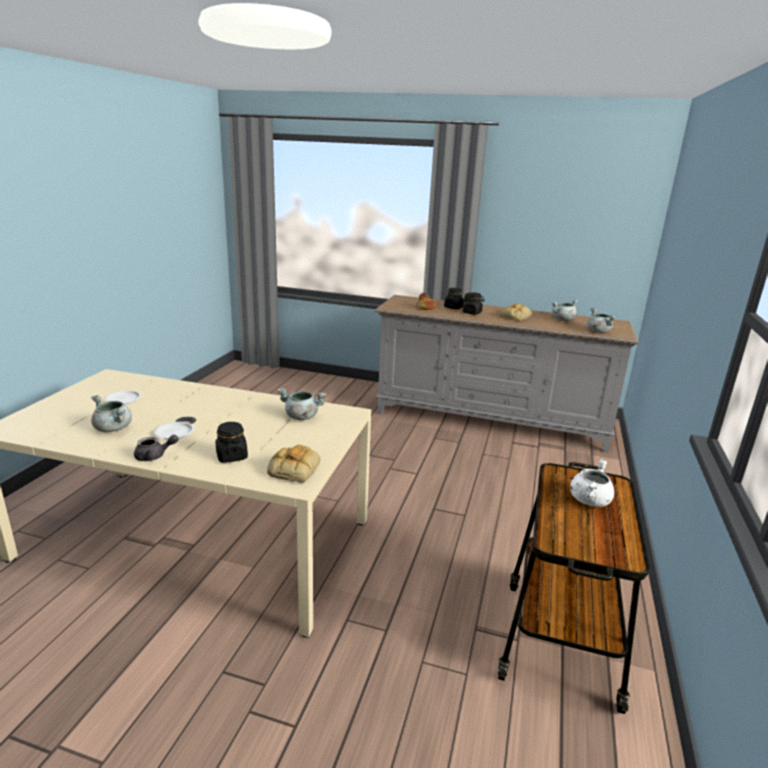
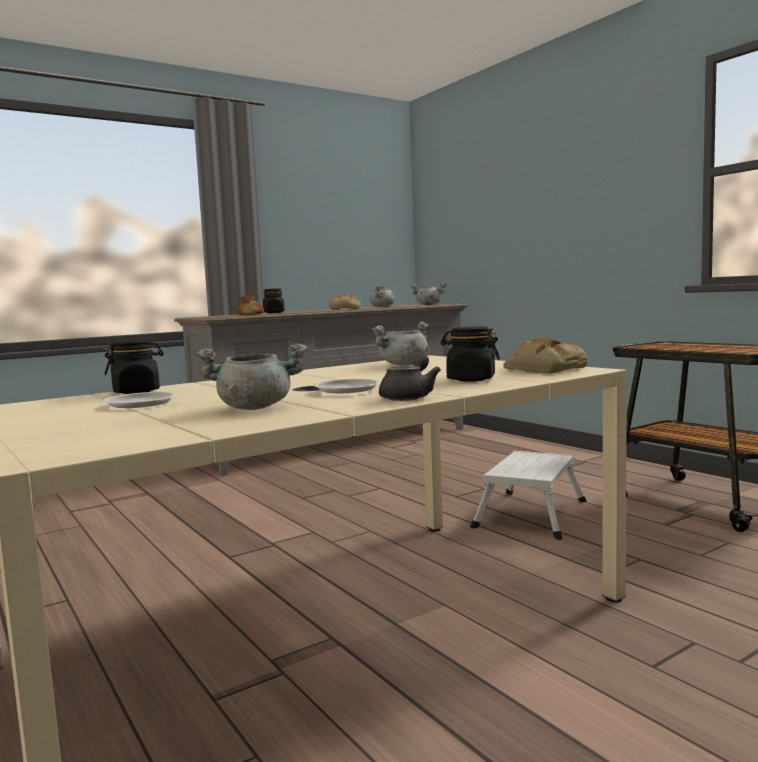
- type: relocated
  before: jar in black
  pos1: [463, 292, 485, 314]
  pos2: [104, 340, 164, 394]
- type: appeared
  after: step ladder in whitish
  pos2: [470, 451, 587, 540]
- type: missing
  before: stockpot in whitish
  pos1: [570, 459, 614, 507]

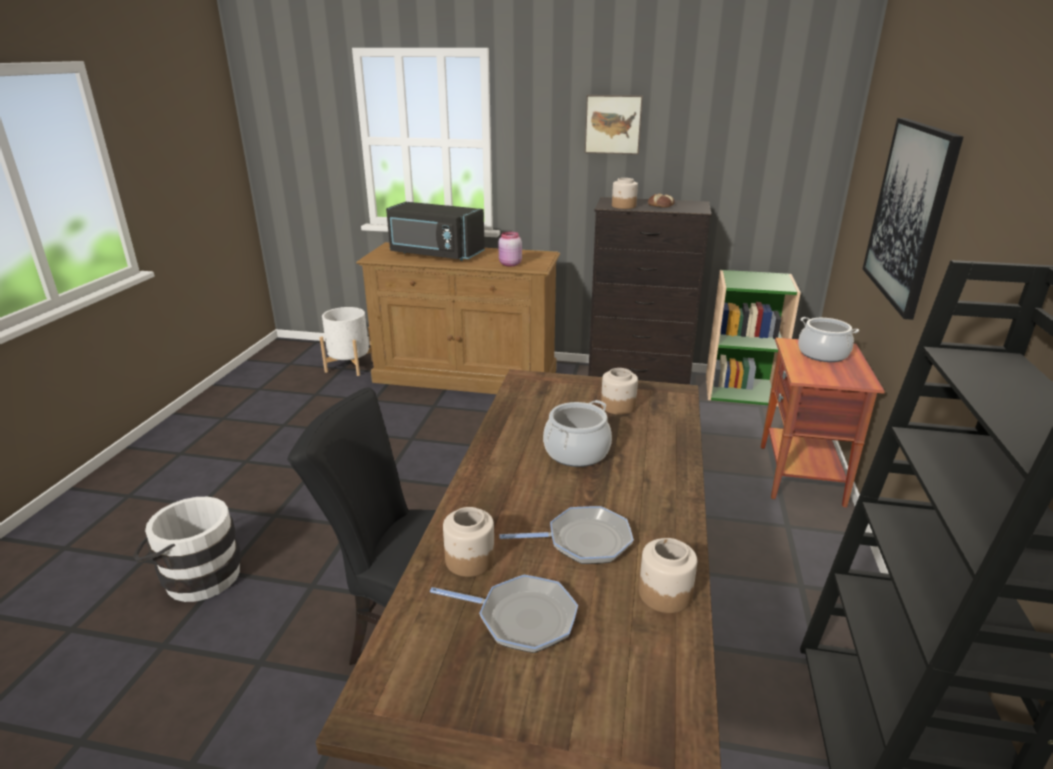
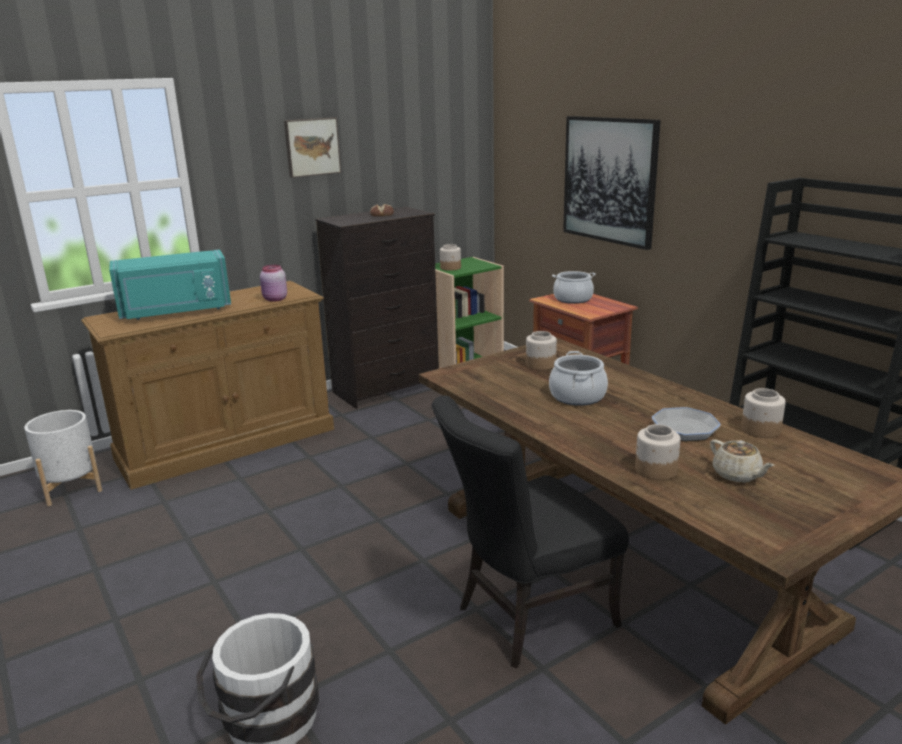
- type: colour
  before: microwave in black
  after: microwave in blue-green
  pos1: [386, 202, 485, 261]
  pos2: [109, 250, 231, 320]
- type: relocated
  before: jar
  pos1: [612, 178, 638, 209]
  pos2: [440, 244, 461, 271]
- type: exchanged
  before: pan
  after: tea pot in sand-coloured
  pos1: [430, 575, 578, 653]
  pos2: [710, 440, 775, 483]

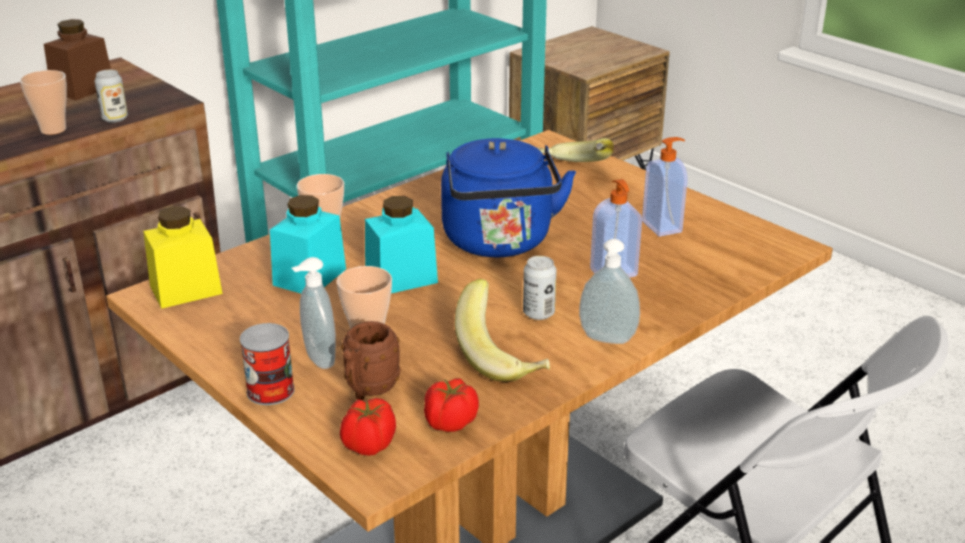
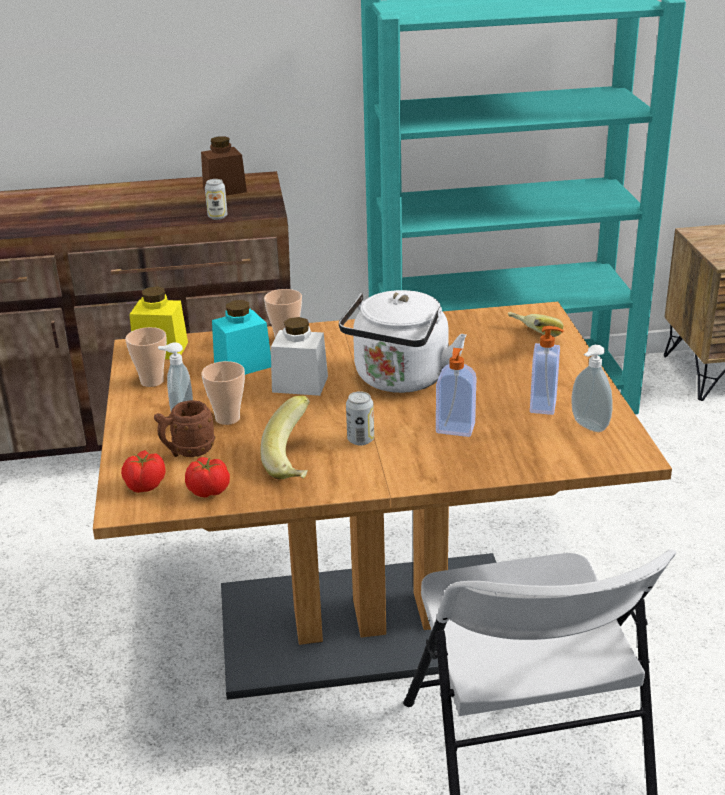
- type: relocated
  before: cup
  pos1: [20, 70, 67, 135]
  pos2: [125, 327, 167, 387]
- type: colour
  before: jar in blue-green
  after: jar in whitish
  pos1: [365, 196, 438, 293]
  pos2: [271, 317, 328, 396]
- type: colour
  before: kettle in blue
  after: kettle in whitish
  pos1: [441, 138, 576, 257]
  pos2: [339, 290, 467, 393]
- type: relocated
  before: soap bottle
  pos1: [579, 239, 640, 344]
  pos2: [571, 345, 613, 432]
- type: missing
  before: can
  pos1: [240, 323, 295, 405]

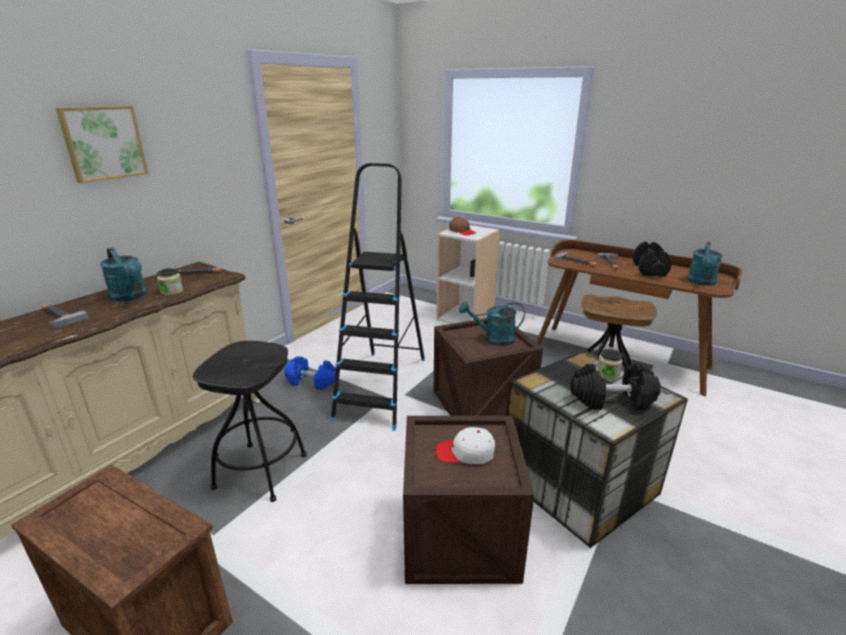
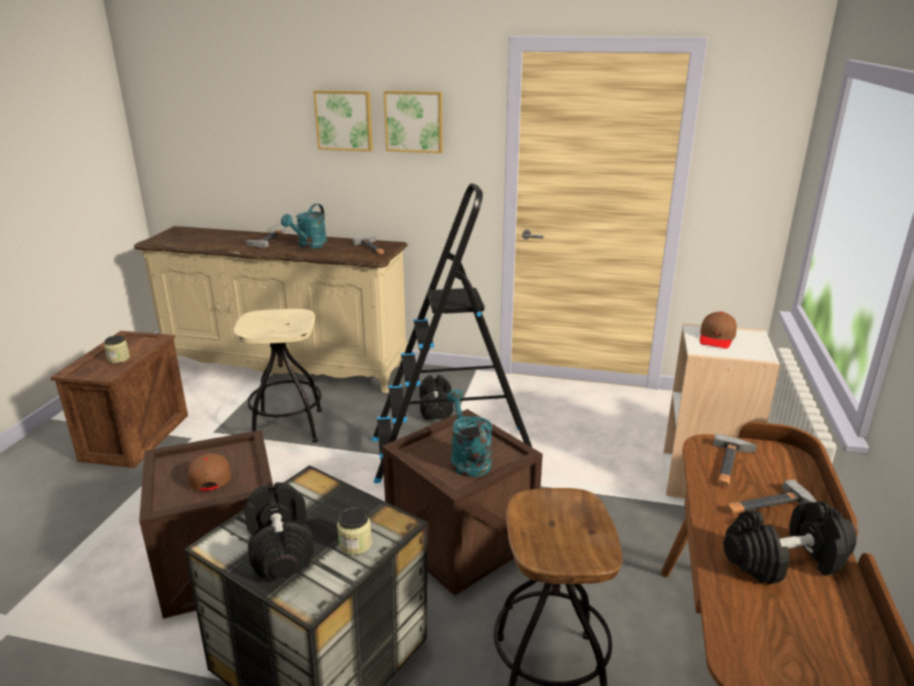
- type: relocated
  before: jar
  pos1: [157, 268, 183, 296]
  pos2: [104, 335, 130, 363]
- type: colour
  before: peaked cap in whitish
  after: peaked cap in brownish
  pos1: [436, 427, 495, 464]
  pos2: [188, 453, 231, 491]
- type: colour
  before: stool in black
  after: stool in sand-coloured
  pos1: [193, 341, 307, 502]
  pos2: [234, 309, 322, 443]
- type: appeared
  after: picture
  pos2: [384, 91, 443, 153]
- type: colour
  before: hand weight in blue
  after: hand weight in black
  pos1: [284, 356, 336, 390]
  pos2: [419, 375, 453, 419]
- type: missing
  before: sprinkling can in blue-green
  pos1: [687, 242, 723, 286]

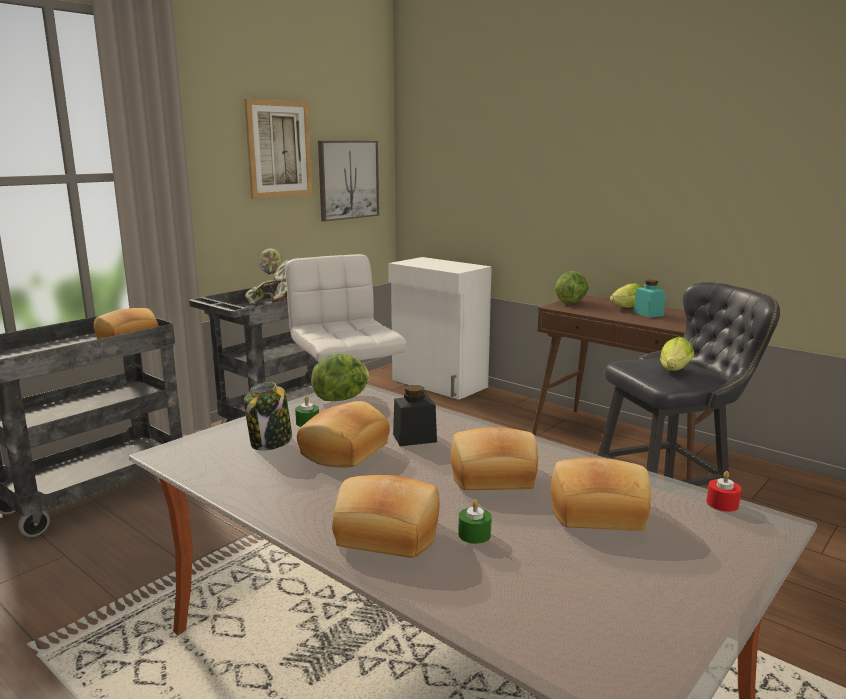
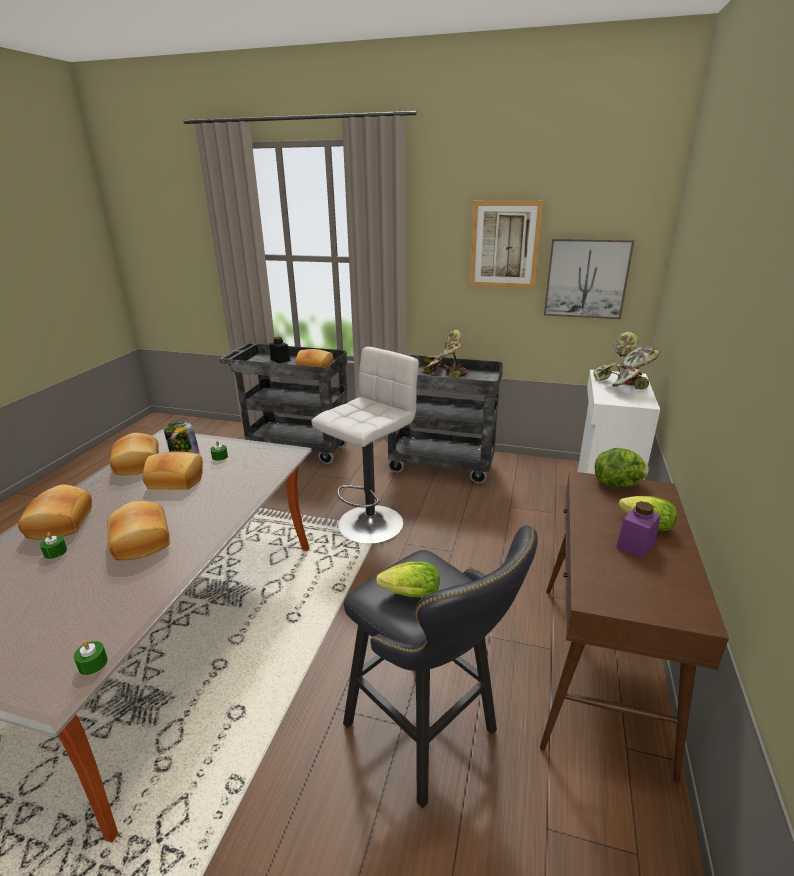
- type: colour
  before: wax candle in reddish
  after: wax candle in green
  pos1: [706, 471, 741, 512]
  pos2: [74, 641, 108, 675]
- type: relocated
  before: bakery bread
  pos1: [551, 457, 651, 531]
  pos2: [110, 433, 159, 475]
- type: relocated
  before: jar in black
  pos1: [393, 385, 437, 446]
  pos2: [269, 337, 290, 363]
- type: appeared
  after: houseplant
  pos2: [593, 332, 661, 389]
- type: colour
  before: jar in blue-green
  after: jar in purple-coloured
  pos1: [633, 280, 665, 318]
  pos2: [616, 501, 661, 559]
- type: missing
  before: lettuce head
  pos1: [311, 354, 369, 401]

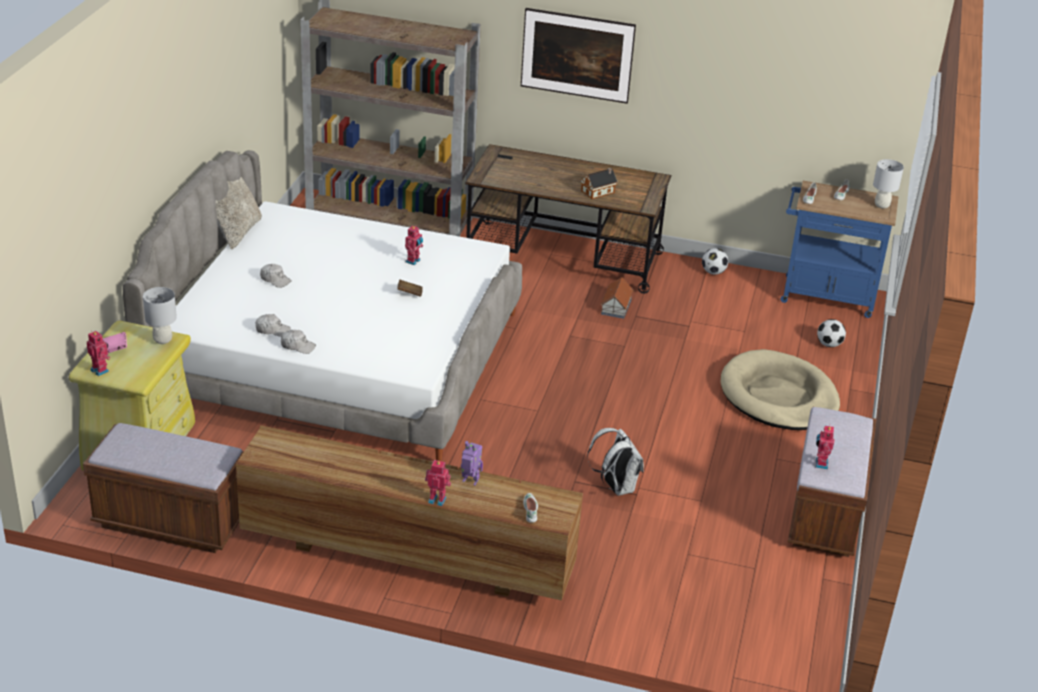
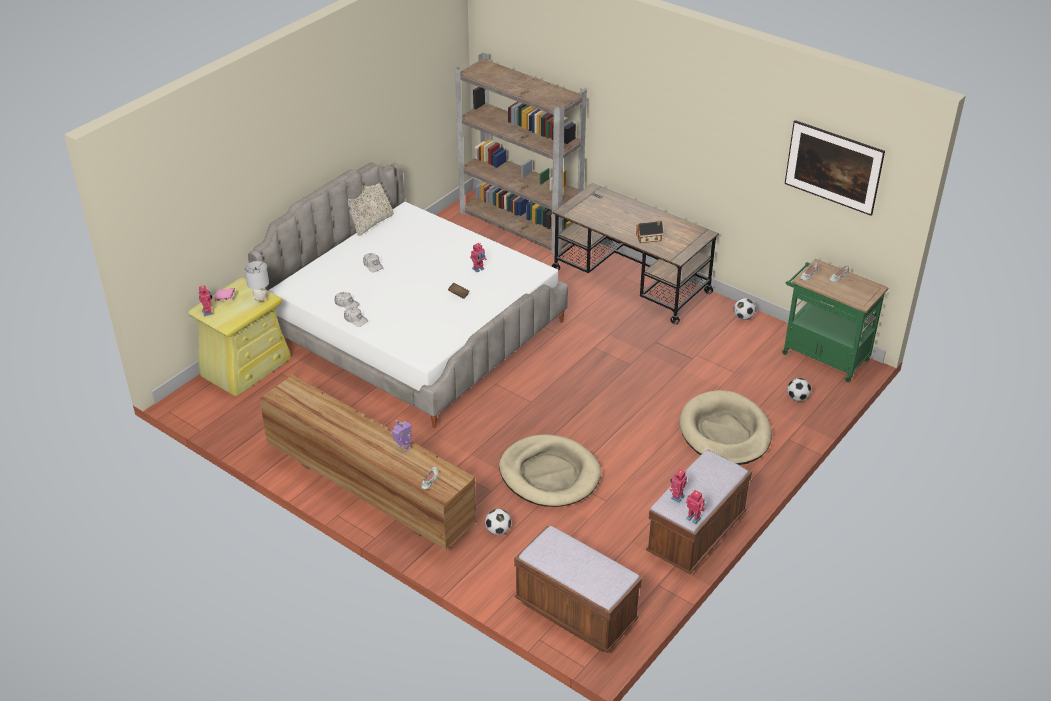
- type: appeared
  after: football ball
  pos2: [485, 509, 511, 535]
- type: exchanged
  before: rucksack in whitish
  after: dog cushion in sand-coloured
  pos1: [587, 428, 644, 496]
  pos2: [499, 434, 601, 507]
- type: relocated
  before: long seat in brownish
  pos1: [83, 423, 244, 553]
  pos2: [514, 526, 642, 653]
- type: relocated
  before: robot figure
  pos1: [425, 460, 451, 506]
  pos2: [686, 490, 705, 524]
- type: colour
  before: wheeled cart in blue
  after: wheeled cart in green
  pos1: [780, 181, 899, 318]
  pos2: [782, 259, 889, 383]
- type: relocated
  before: picture
  pos1: [521, 8, 636, 104]
  pos2: [785, 120, 885, 216]
- type: missing
  before: toy house
  pos1: [600, 277, 633, 319]
- type: missing
  before: lamp for a table in gray
  pos1: [873, 159, 904, 209]

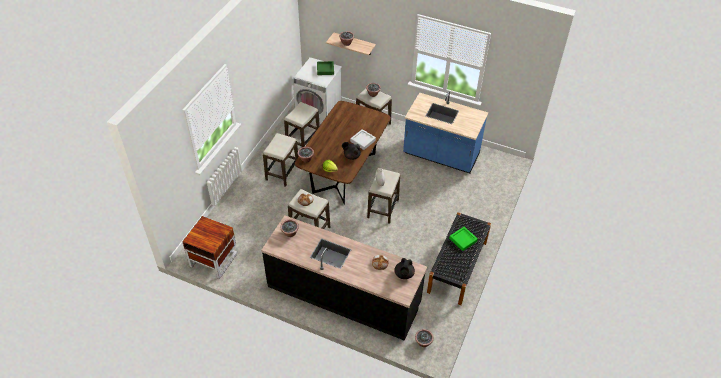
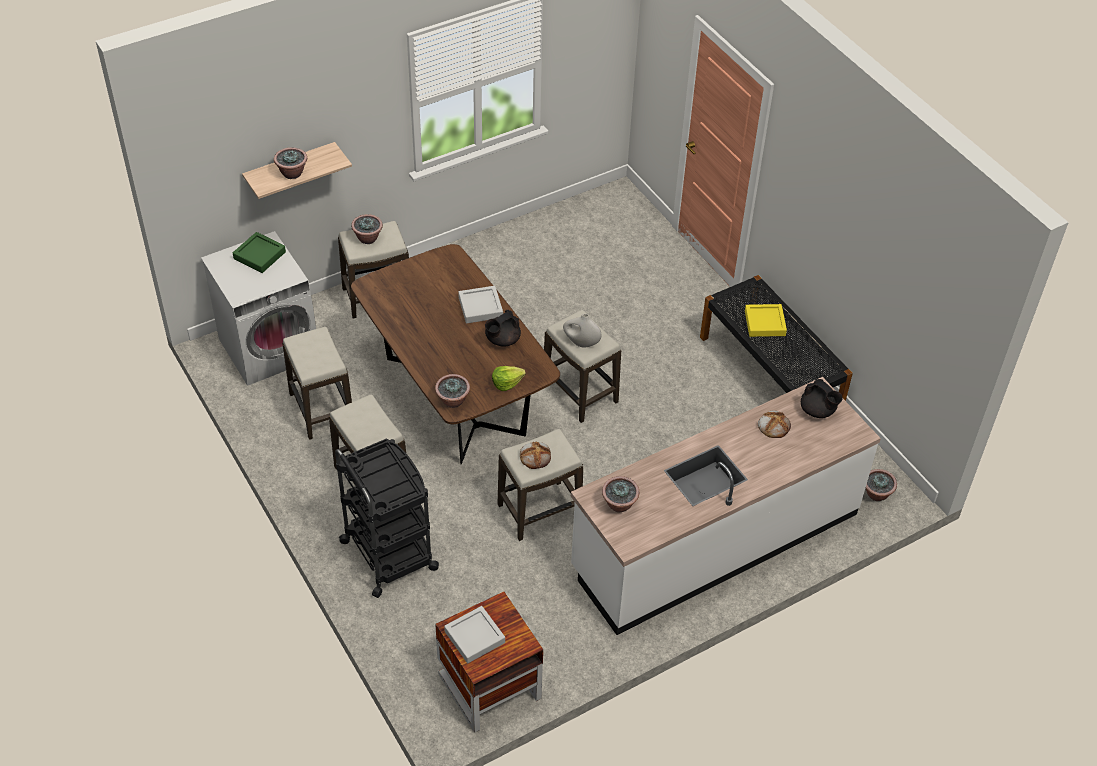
- type: appeared
  after: wheeled cart in black
  pos2: [335, 439, 439, 598]
- type: appeared
  after: tray in gray
  pos2: [444, 606, 505, 663]
- type: colour
  before: counter in black
  after: counter in whitish
  pos1: [261, 215, 427, 341]
  pos2: [571, 377, 881, 635]
- type: colour
  before: tray in green
  after: tray in yellow-coloured
  pos1: [449, 227, 478, 251]
  pos2: [745, 304, 787, 337]
- type: missing
  before: counter in blue
  pos1: [403, 91, 488, 173]

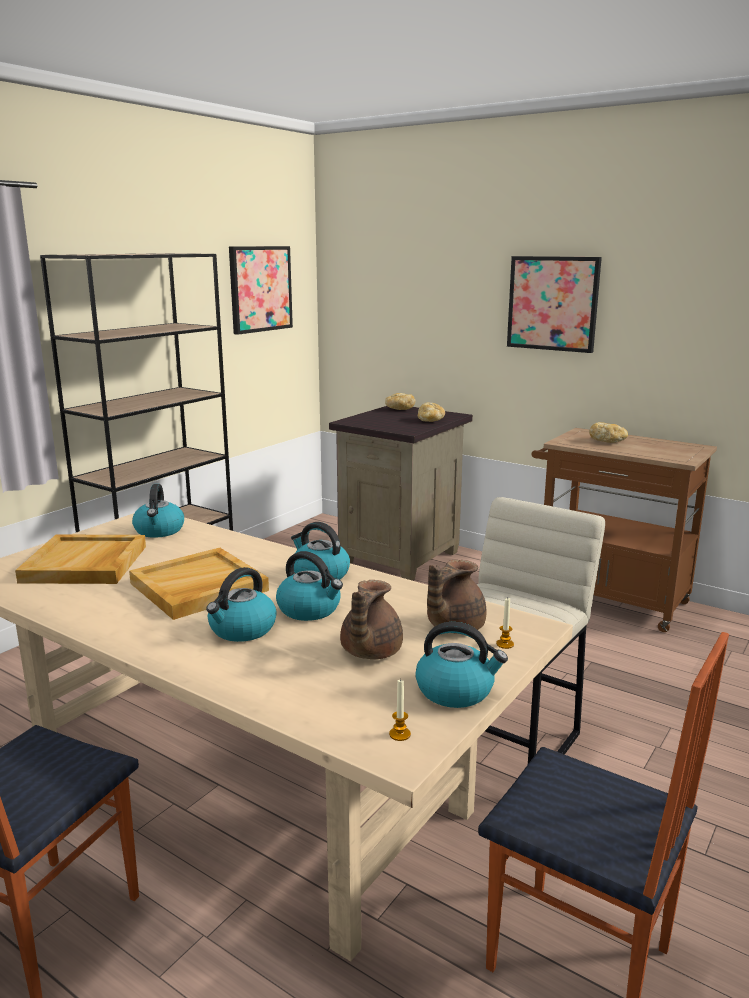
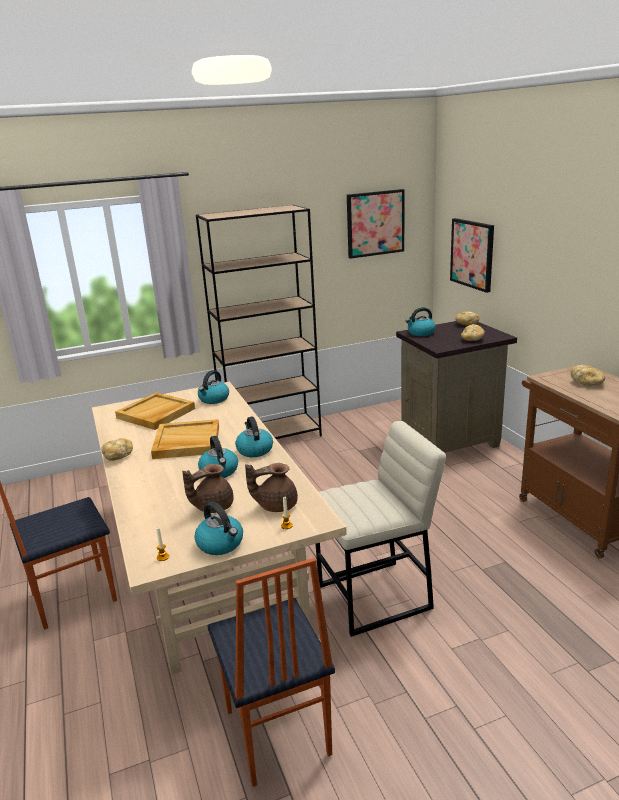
- type: appeared
  after: bakery bread
  pos2: [101, 438, 133, 461]
- type: relocated
  before: kettle
  pos1: [206, 567, 277, 642]
  pos2: [406, 307, 436, 336]
- type: relocated
  before: picture
  pos1: [507, 256, 602, 353]
  pos2: [450, 218, 494, 293]

